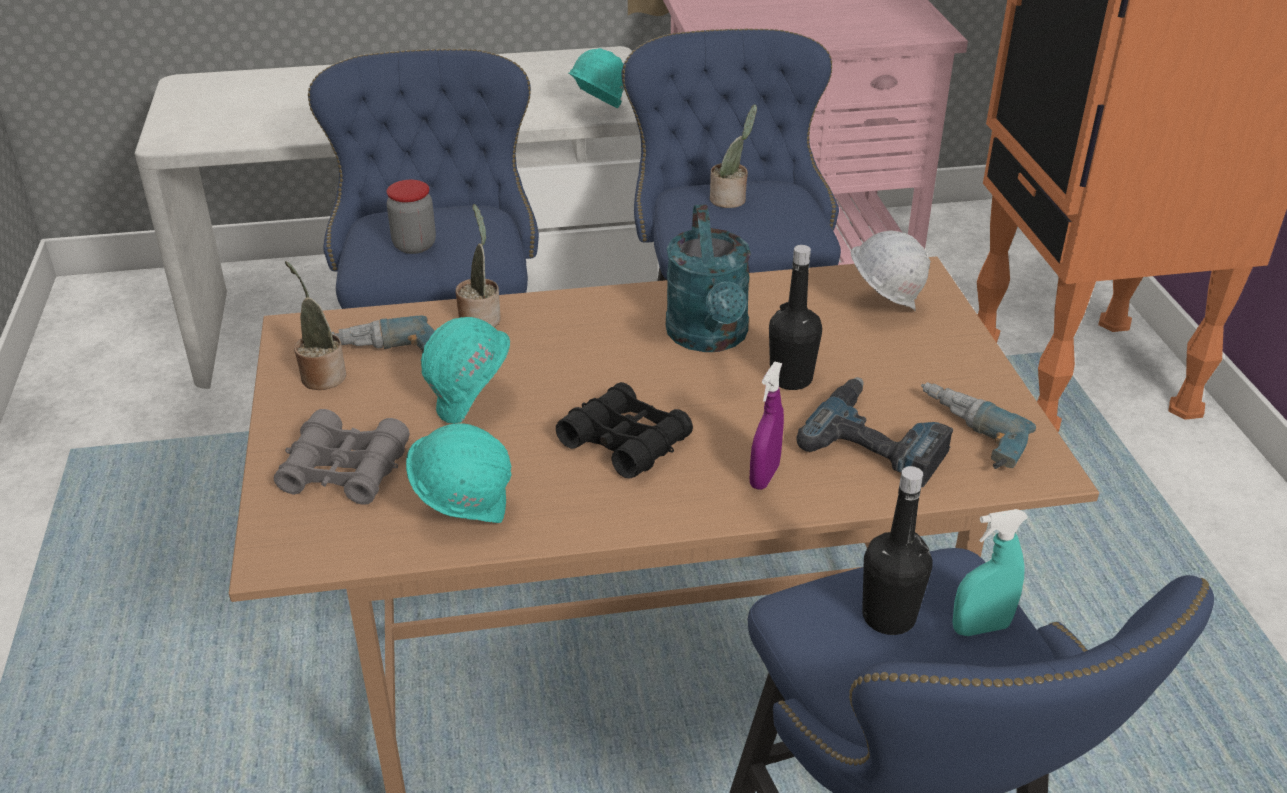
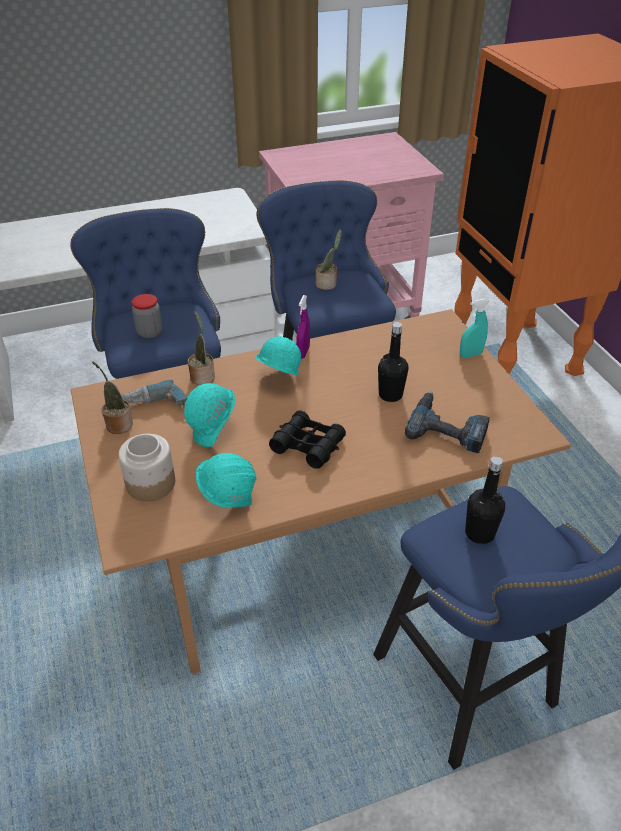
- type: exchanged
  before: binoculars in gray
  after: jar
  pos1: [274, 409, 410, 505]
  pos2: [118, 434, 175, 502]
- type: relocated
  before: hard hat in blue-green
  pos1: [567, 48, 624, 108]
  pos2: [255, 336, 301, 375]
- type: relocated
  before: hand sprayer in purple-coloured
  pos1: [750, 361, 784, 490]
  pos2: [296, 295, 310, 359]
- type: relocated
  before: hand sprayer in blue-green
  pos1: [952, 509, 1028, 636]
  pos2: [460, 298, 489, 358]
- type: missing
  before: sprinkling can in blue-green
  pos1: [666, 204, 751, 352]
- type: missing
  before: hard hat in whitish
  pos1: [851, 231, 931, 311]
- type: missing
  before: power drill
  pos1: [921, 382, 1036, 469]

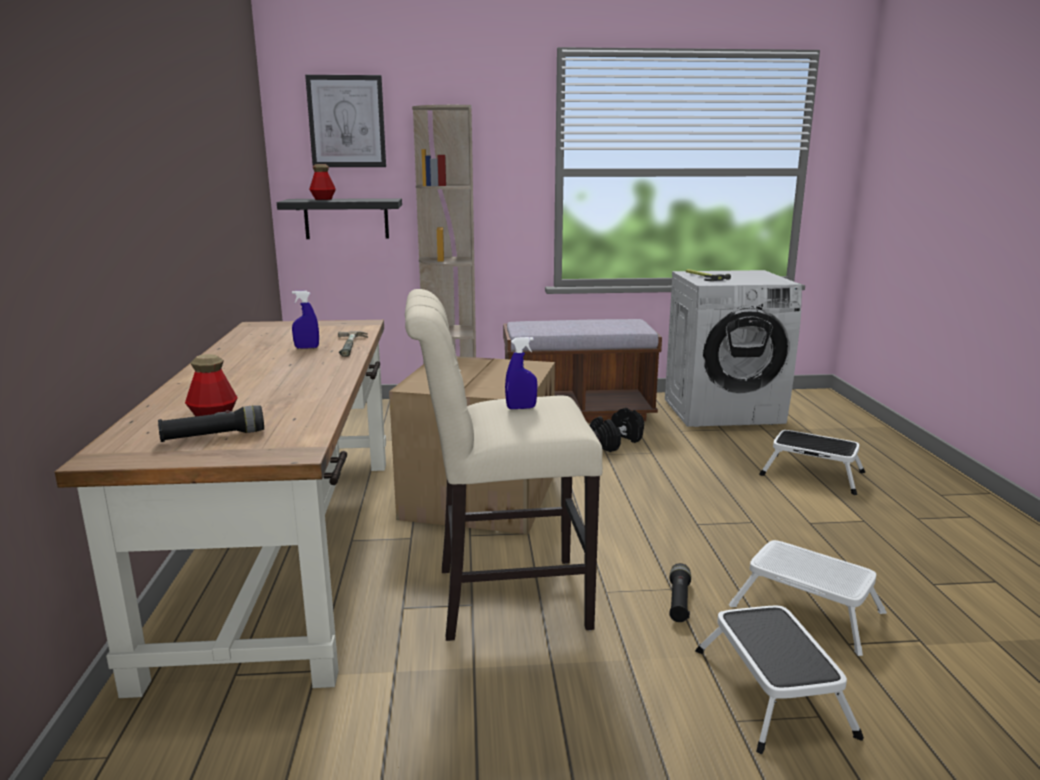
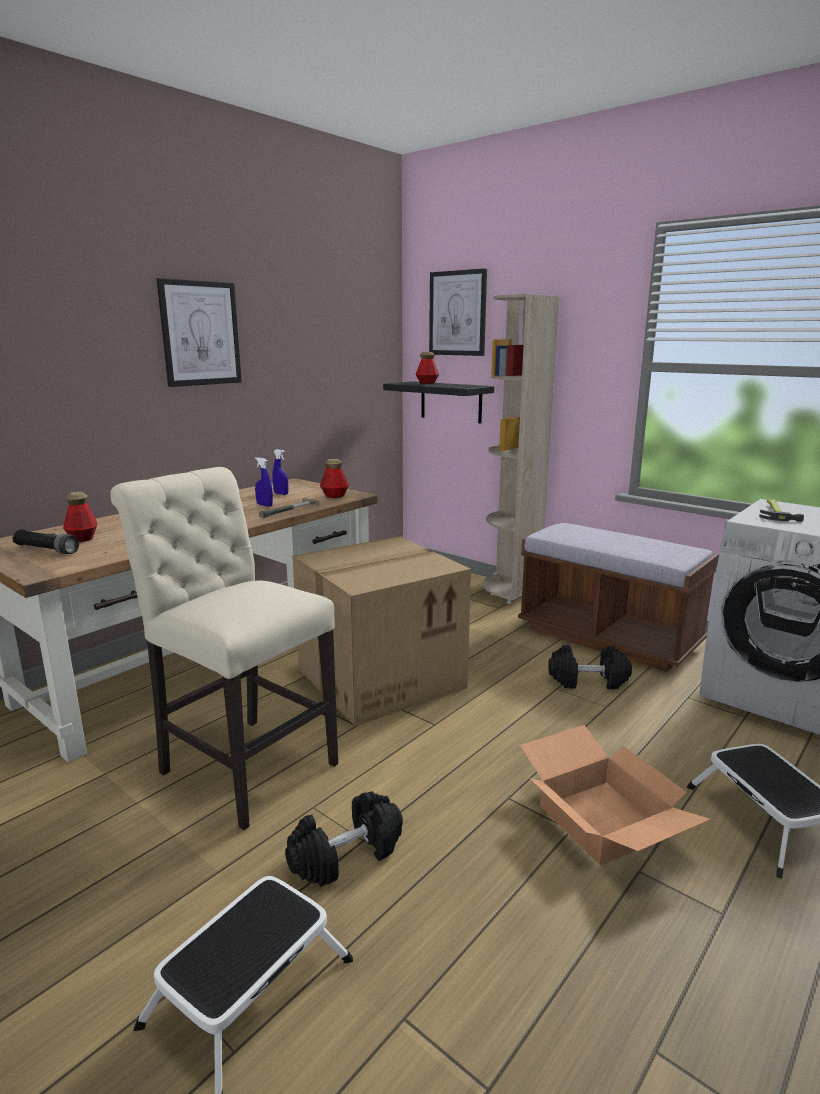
- type: appeared
  after: picture
  pos2: [157, 278, 242, 387]
- type: relocated
  before: hand sprayer in blue
  pos1: [505, 337, 538, 409]
  pos2: [272, 449, 288, 495]
- type: exchanged
  before: flashlight in black
  after: hand weight in black
  pos1: [669, 563, 691, 622]
  pos2: [285, 791, 403, 887]
- type: appeared
  after: drink bottle
  pos2: [320, 459, 349, 498]
- type: appeared
  after: packing box
  pos2: [520, 725, 711, 866]
- type: missing
  before: step ladder in whitish
  pos1: [729, 540, 887, 656]

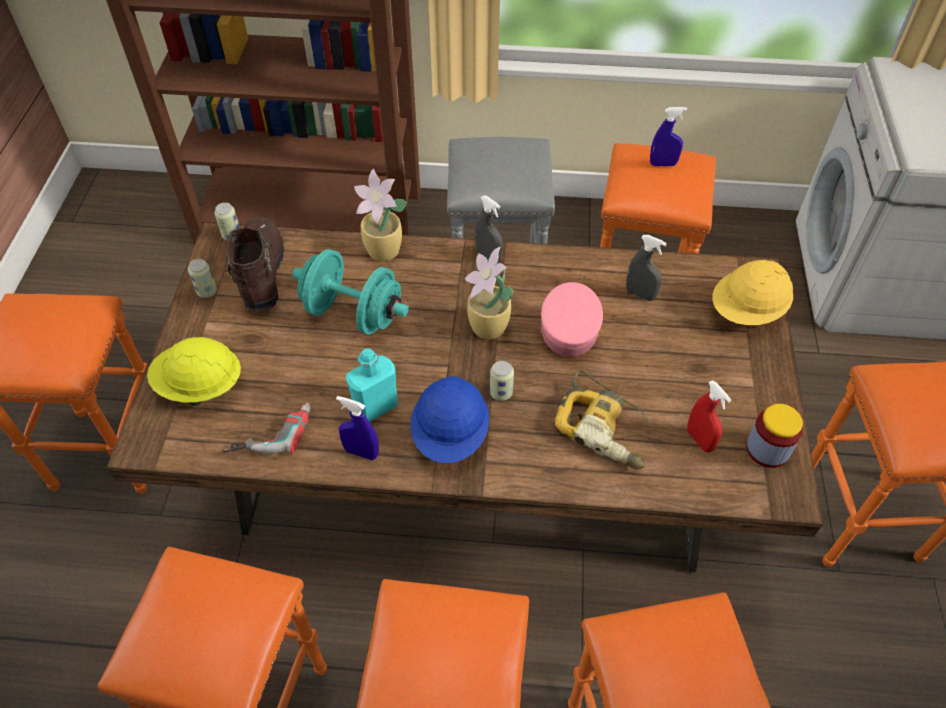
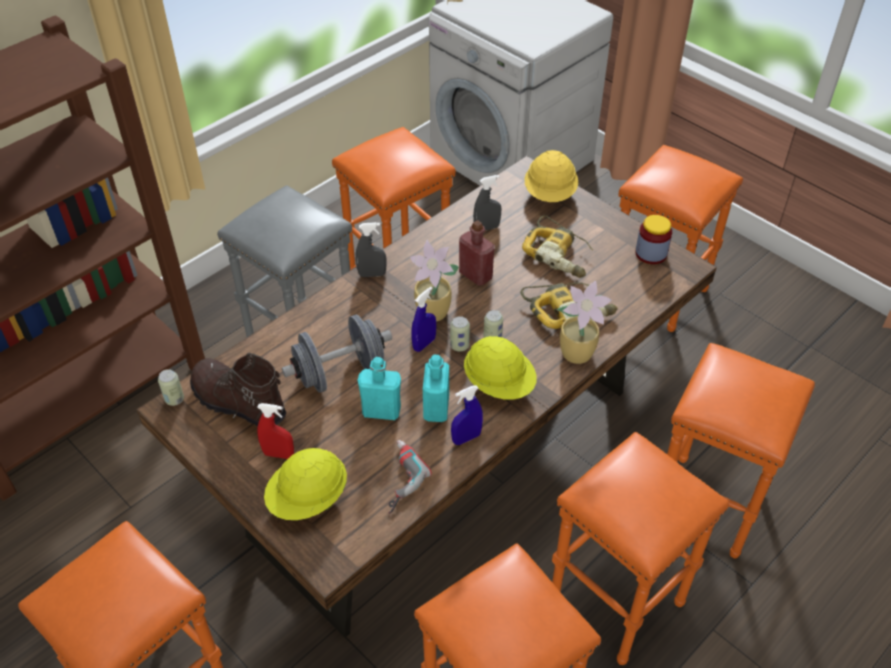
- type: relocated
  before: hand sprayer in reddish
  pos1: [687, 380, 731, 452]
  pos2: [257, 403, 294, 459]
- type: colour
  before: hand weight in blue-green
  after: hand weight in gray
  pos1: [292, 249, 409, 335]
  pos2: [282, 314, 392, 393]
- type: appeared
  after: drink bottle in blue-green
  pos2: [358, 357, 401, 420]
- type: relocated
  before: hand sprayer in blue
  pos1: [650, 107, 688, 166]
  pos2: [411, 287, 436, 352]
- type: relocated
  before: can
  pos1: [188, 259, 217, 298]
  pos2: [450, 316, 470, 352]
- type: exchanged
  before: peaked cap in pink
  after: drink bottle in reddish
  pos1: [540, 282, 603, 357]
  pos2: [459, 220, 495, 286]
- type: colour
  before: hard hat in blue
  after: hard hat in yellow-coloured
  pos1: [410, 377, 489, 463]
  pos2: [464, 336, 537, 400]
- type: appeared
  after: power drill
  pos2: [522, 215, 593, 278]
- type: relocated
  before: houseplant
  pos1: [354, 169, 407, 261]
  pos2: [557, 281, 612, 364]

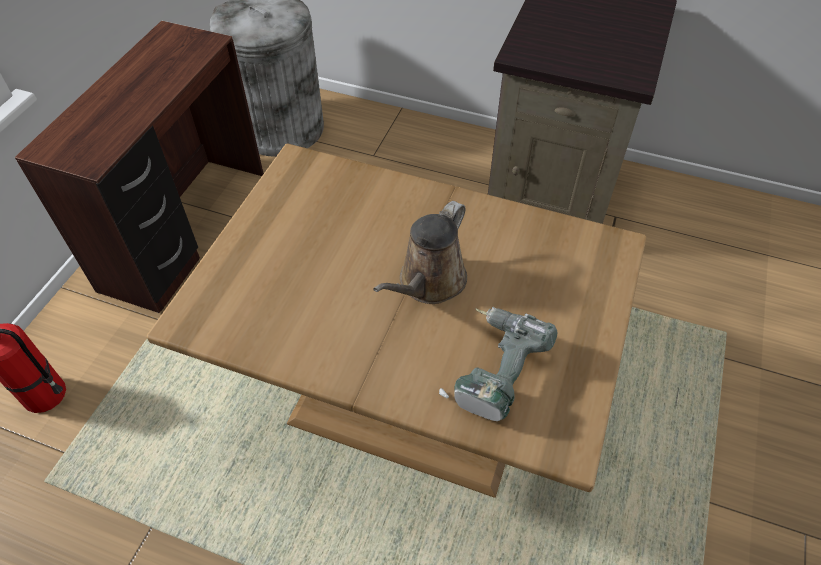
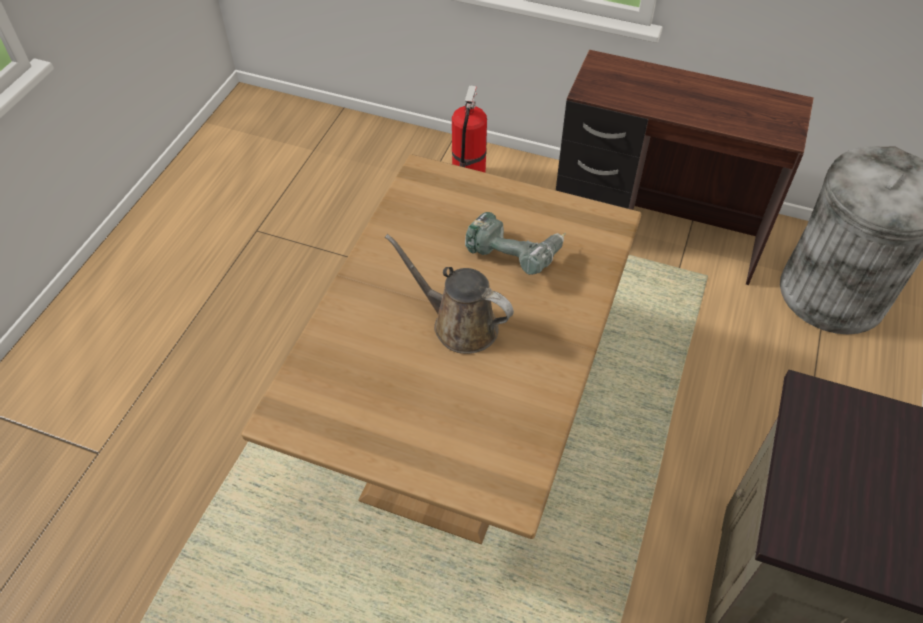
- type: relocated
  before: power drill
  pos1: [439, 307, 557, 421]
  pos2: [465, 212, 566, 275]

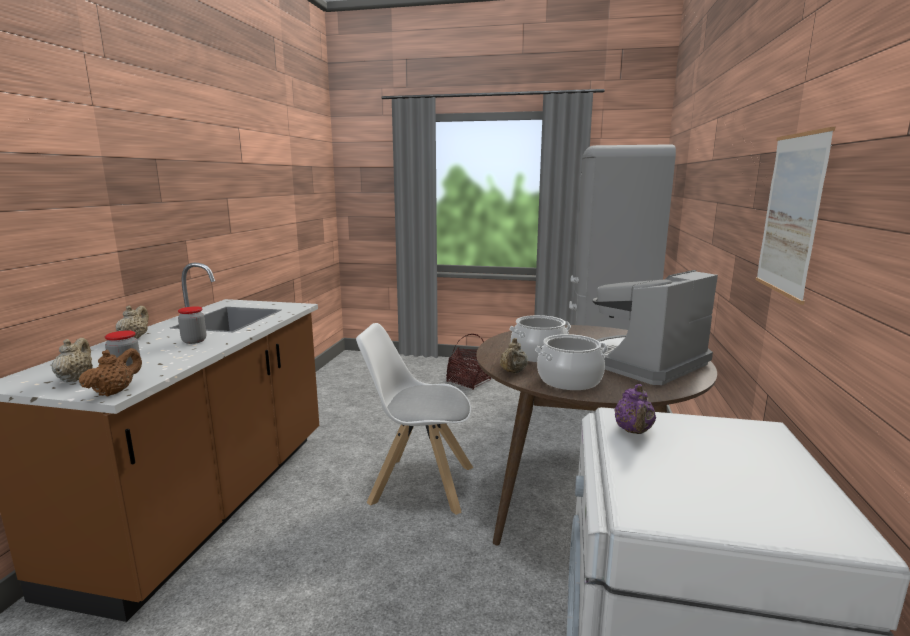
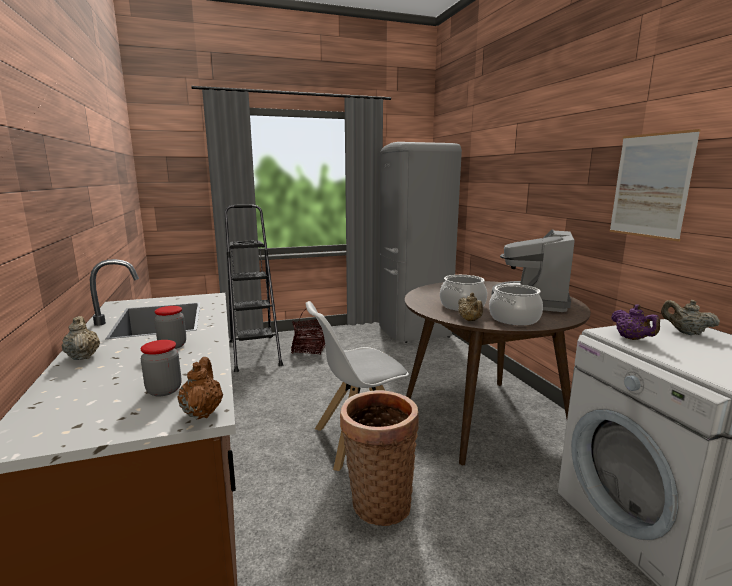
- type: appeared
  after: step ladder
  pos2: [225, 204, 283, 372]
- type: appeared
  after: basket
  pos2: [340, 390, 419, 526]
- type: relocated
  before: tea pot in sand-coloured
  pos1: [52, 338, 93, 382]
  pos2: [661, 300, 720, 335]

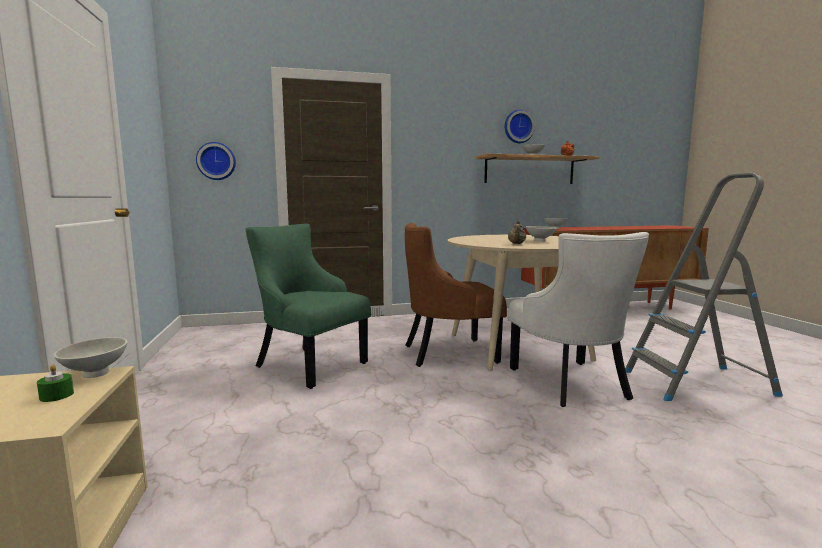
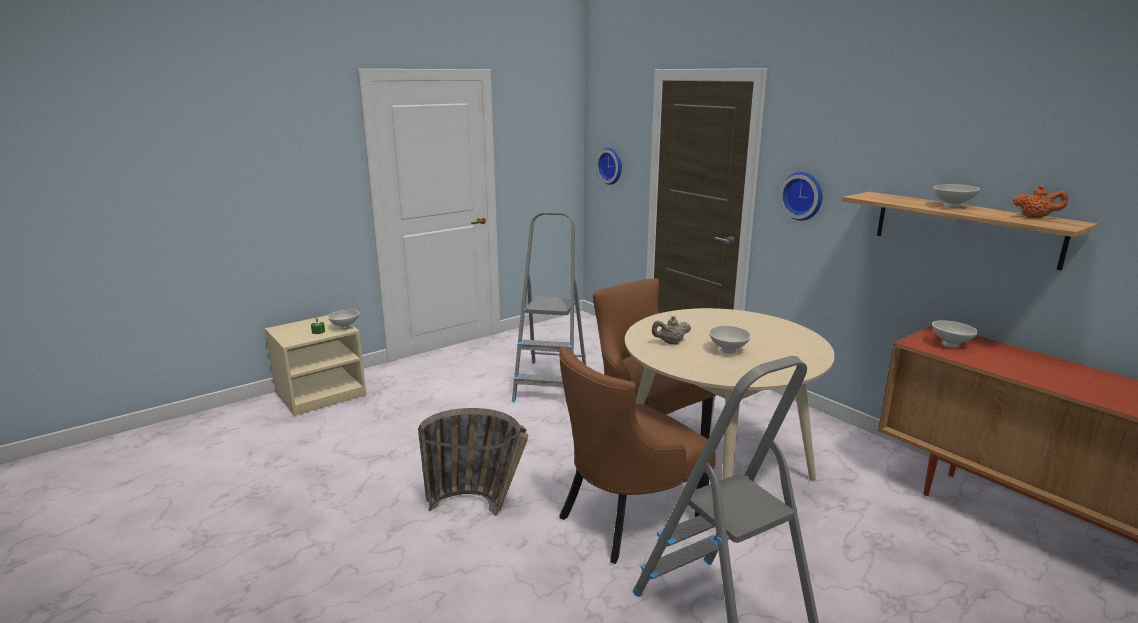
- type: appeared
  after: basket
  pos2: [418, 408, 528, 516]
- type: exchanged
  before: chair in green
  after: step ladder in gray
  pos1: [245, 224, 372, 389]
  pos2: [512, 212, 586, 402]
- type: colour
  before: chair in whitish
  after: chair in brownish
  pos1: [508, 232, 649, 407]
  pos2: [559, 347, 716, 564]
- type: relocated
  before: wall clock
  pos1: [505, 110, 535, 143]
  pos2: [779, 172, 823, 221]

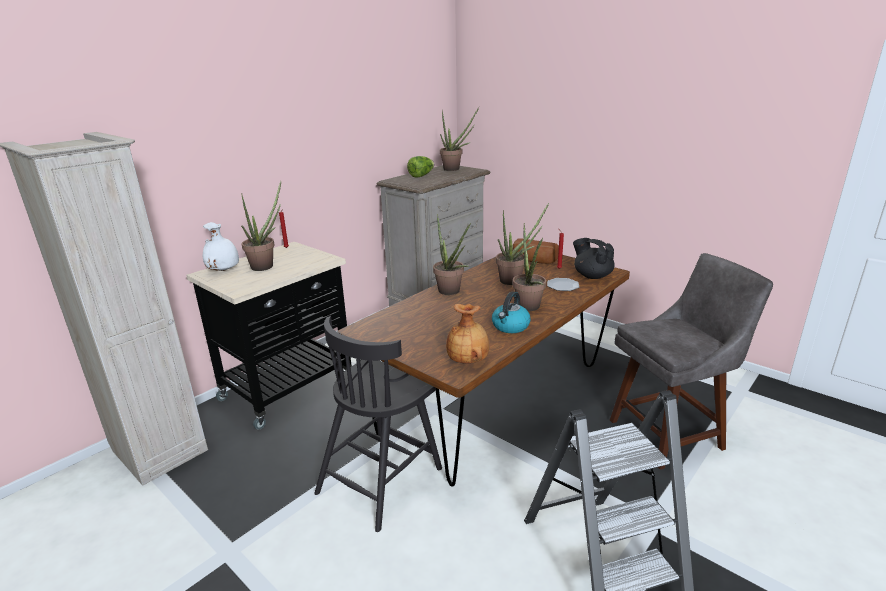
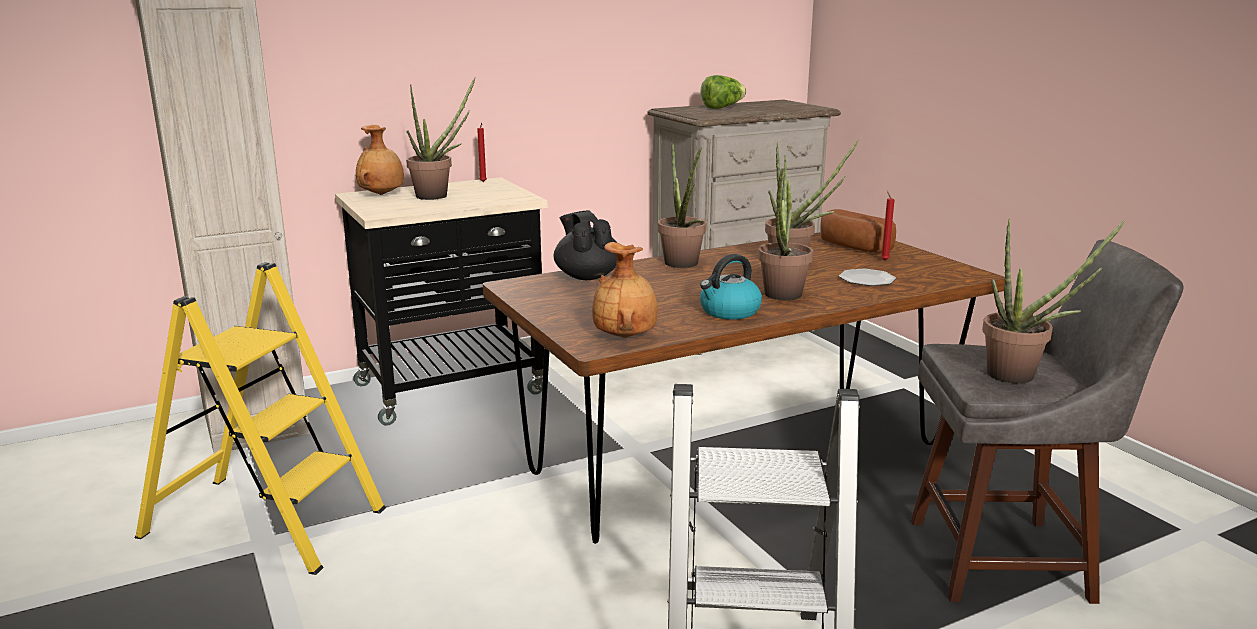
- type: appeared
  after: step ladder in yellow-coloured
  pos2: [134, 262, 386, 575]
- type: colour
  before: decorative vase in whitish
  after: decorative vase in brownish
  pos1: [203, 222, 239, 271]
  pos2: [356, 125, 404, 195]
- type: relocated
  before: tea pot in black
  pos1: [573, 238, 615, 279]
  pos2: [554, 210, 617, 280]
- type: relocated
  before: houseplant
  pos1: [440, 107, 479, 171]
  pos2: [982, 218, 1126, 384]
- type: missing
  before: chair in black
  pos1: [314, 316, 442, 532]

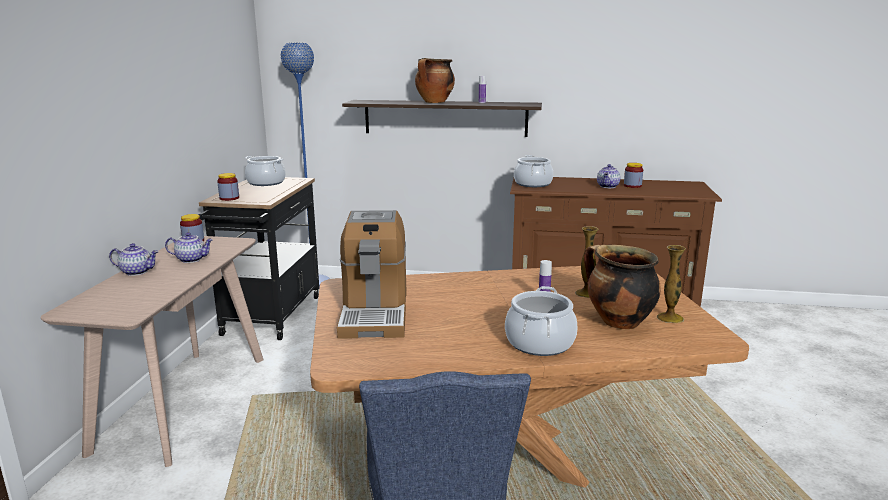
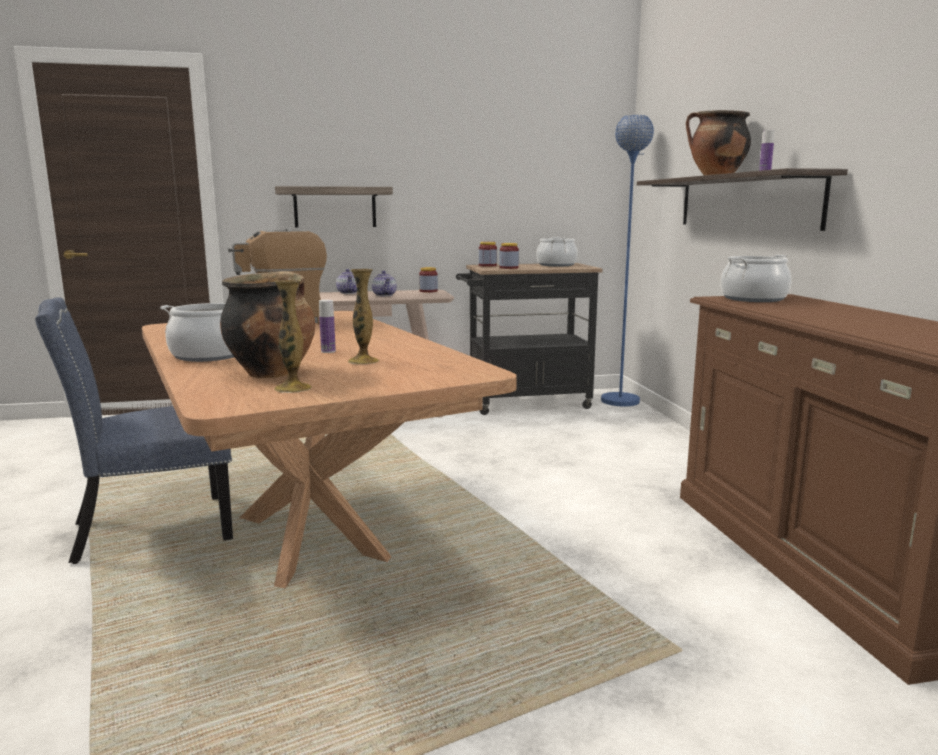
- type: appeared
  after: wall shelf
  pos2: [275, 186, 393, 227]
- type: relocated
  before: jar
  pos1: [624, 163, 643, 188]
  pos2: [499, 243, 519, 269]
- type: missing
  before: tea pot
  pos1: [597, 164, 620, 188]

